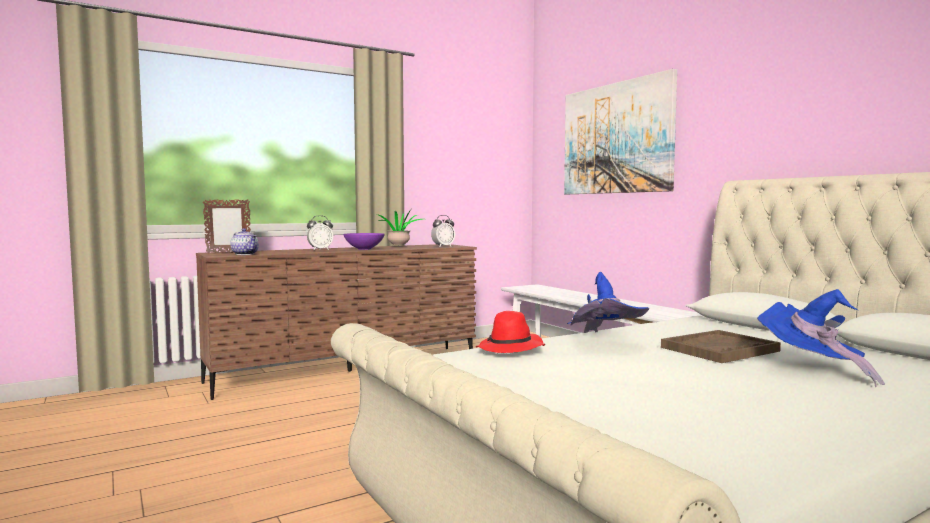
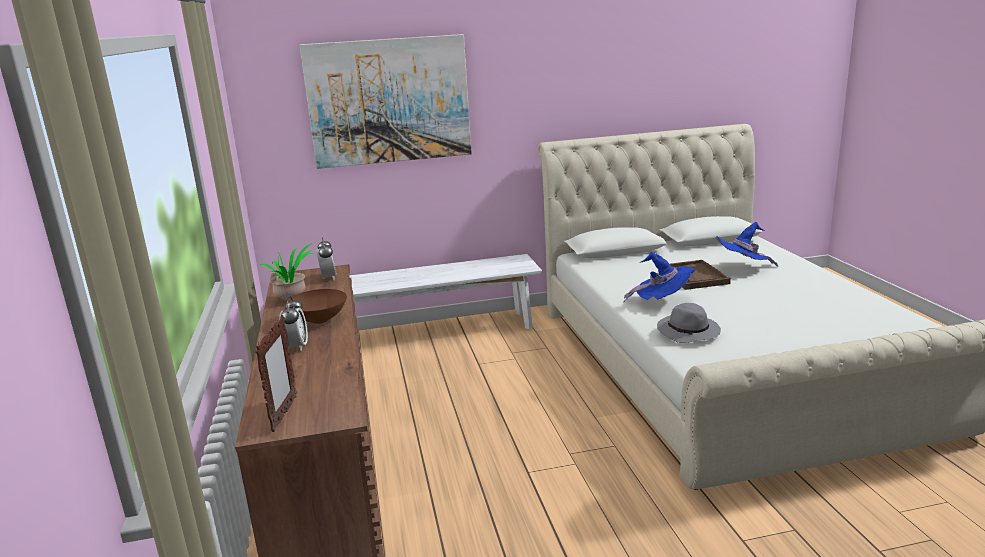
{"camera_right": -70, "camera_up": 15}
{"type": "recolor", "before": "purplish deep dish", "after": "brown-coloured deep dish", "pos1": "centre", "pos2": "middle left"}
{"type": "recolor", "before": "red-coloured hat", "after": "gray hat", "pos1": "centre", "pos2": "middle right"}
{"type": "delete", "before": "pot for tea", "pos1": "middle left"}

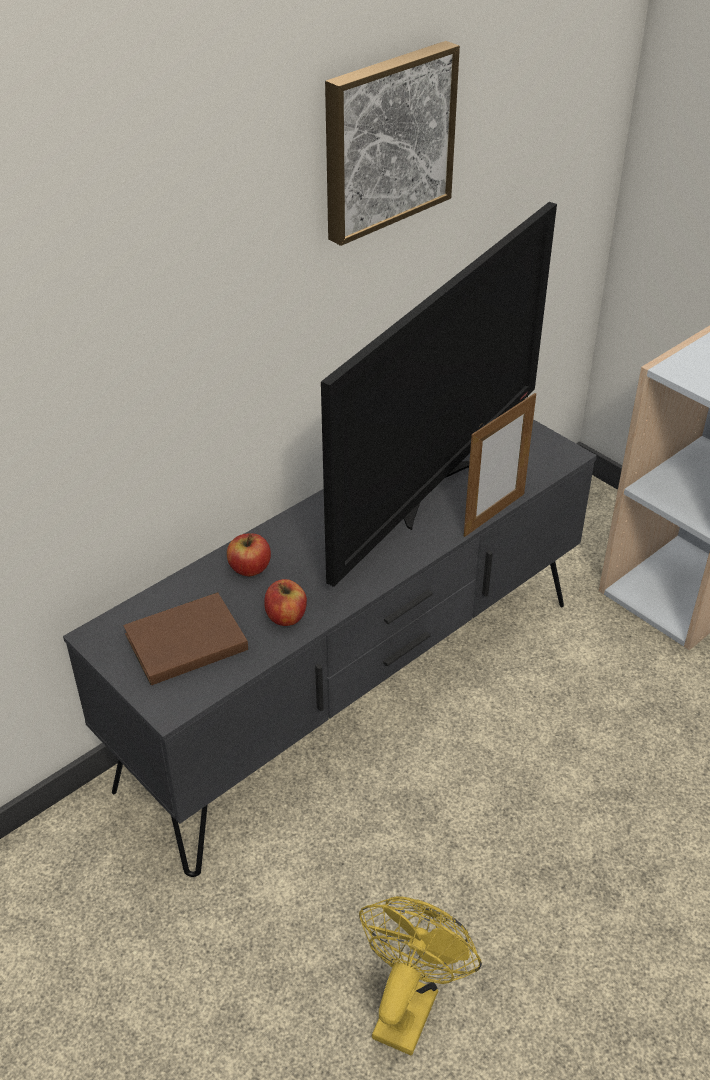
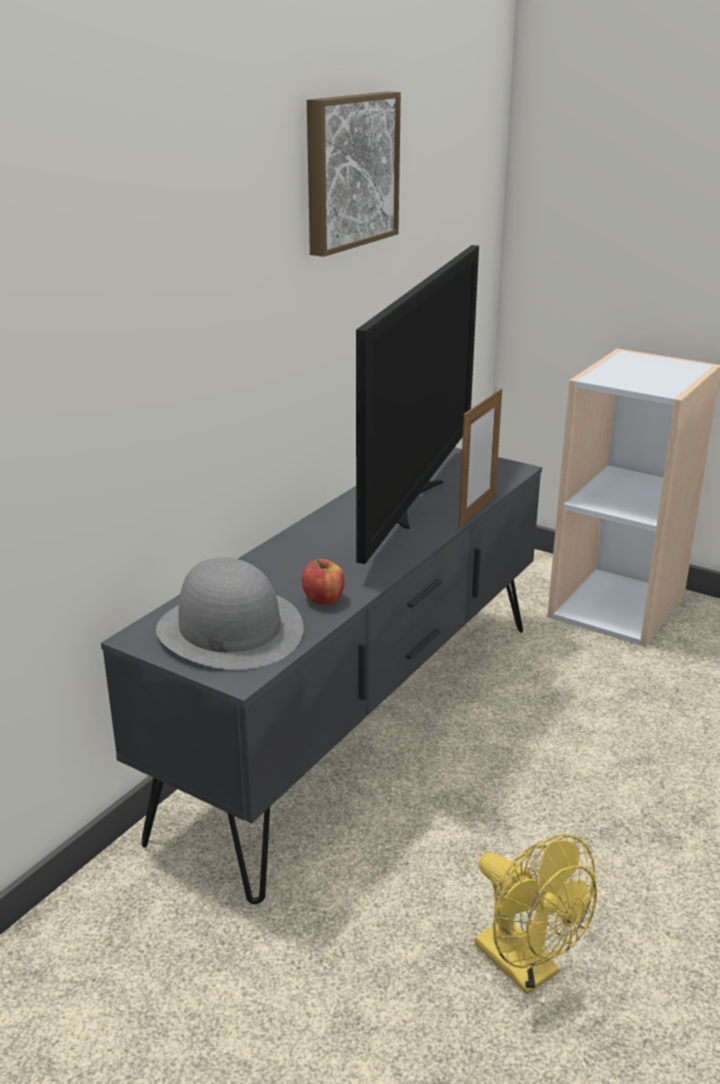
{"camera_right": -15, "camera_up": -15}
{"type": "replace", "before": "brown-coloured book", "after": "gray hat", "pos1": "middle left", "pos2": "middle left"}
{"type": "rotate", "before": "yellowish fan", "pos1": "bottom centre", "pos2": "bottom right", "turn": 135}
{"type": "delete", "before": "apple (1st from left)", "pos1": "centre"}

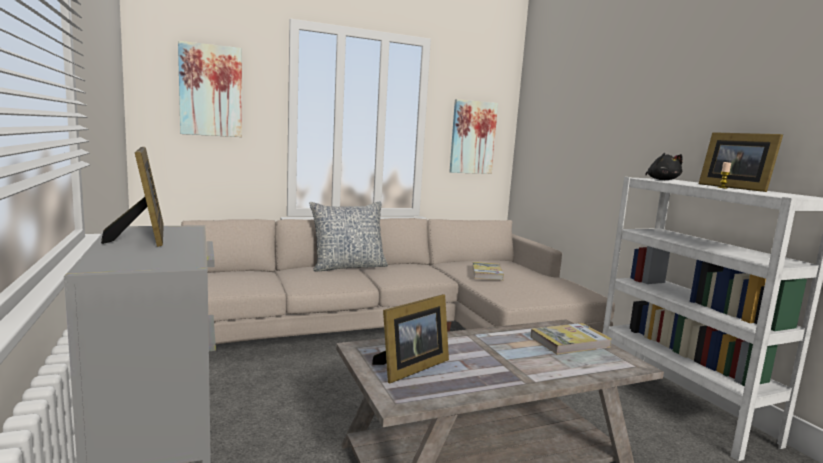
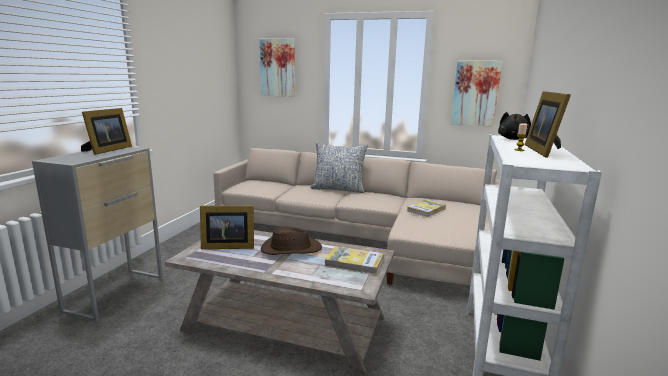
{"camera_right": 40, "camera_up": 5}
{"type": "insert", "after": "brown-coloured hat", "pos2": "centre"}

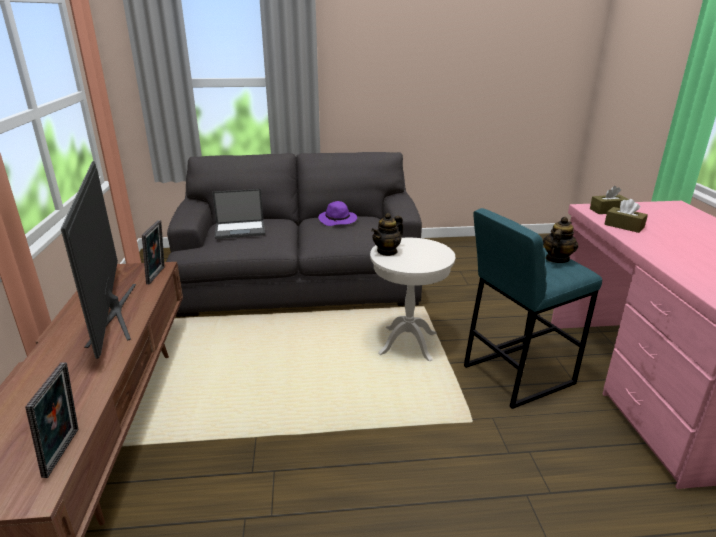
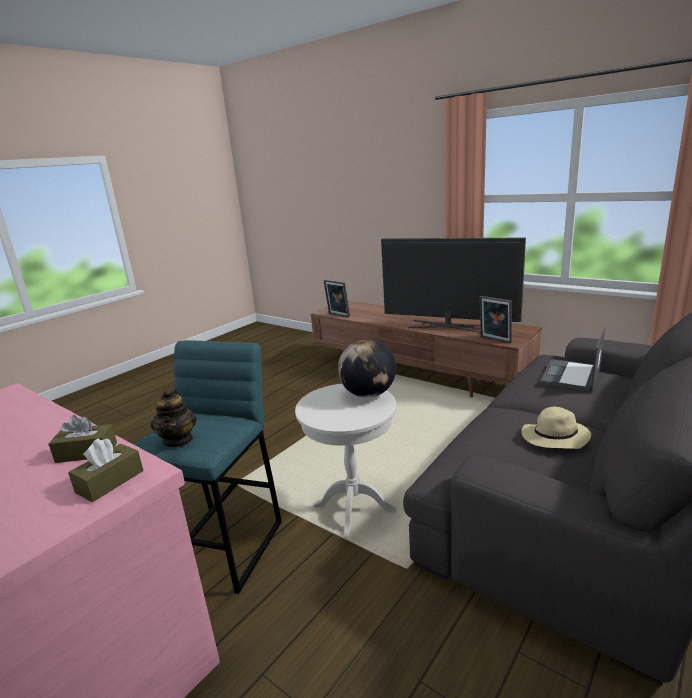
{"camera_right": 135, "camera_up": -5}
{"type": "replace", "before": "pot for tea (1st from left)", "after": "globe", "pos1": "centre", "pos2": "centre"}
{"type": "recolor", "before": "purplish hat", "after": "beige-coloured hat", "pos1": "centre", "pos2": "middle right"}

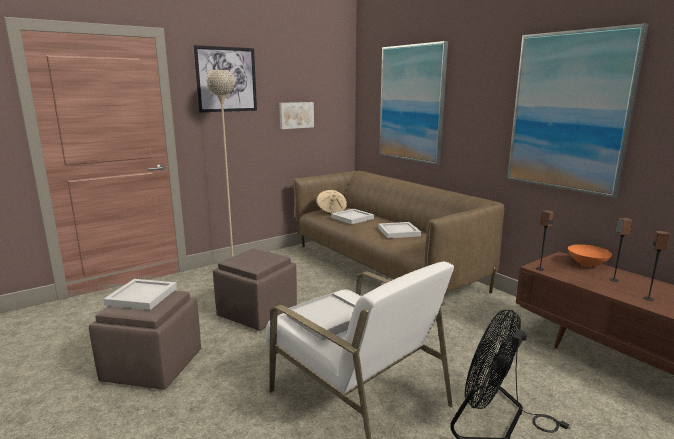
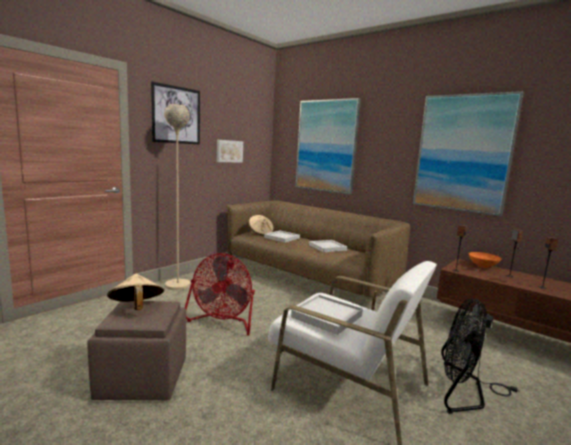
{"camera_right": -15, "camera_up": -5}
{"type": "replace", "before": "white-coloured carrying tray (1st from left)", "after": "beige-coloured hat (1st from left)", "pos1": "bottom left", "pos2": "middle left"}
{"type": "replace", "before": "brown-coloured pouffe (2nd from left)", "after": "red-coloured fan", "pos1": "centre", "pos2": "centre"}

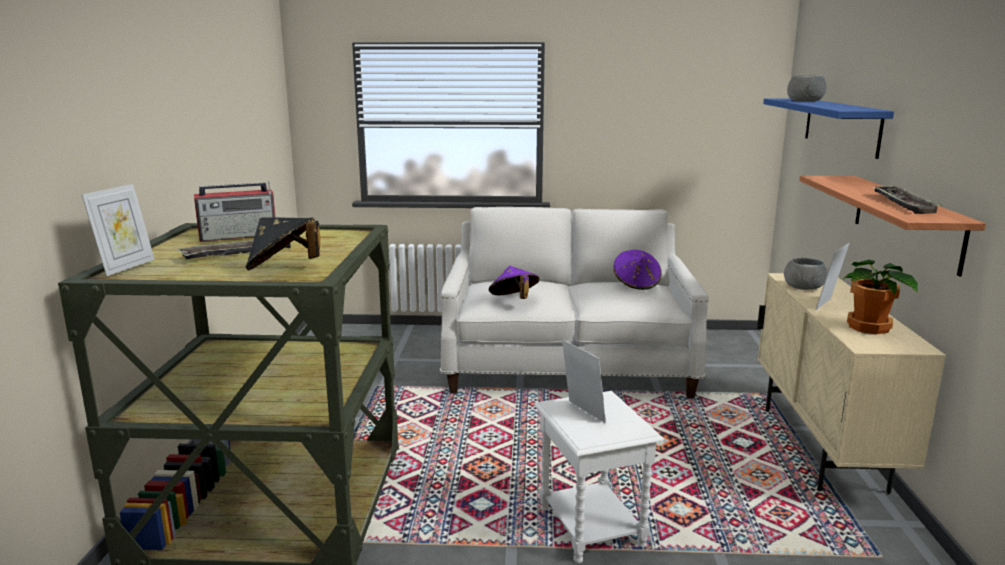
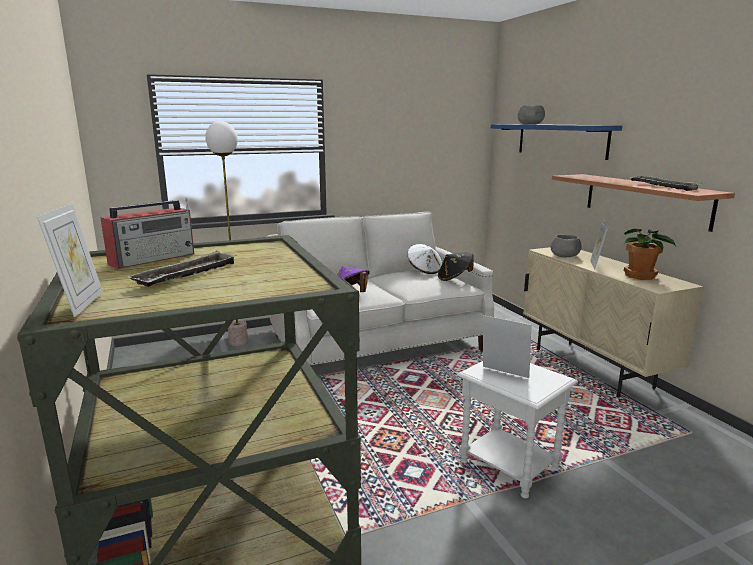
{"camera_right": -25, "camera_up": 0}
{"type": "insert", "after": "standing lamp", "pos2": "middle left"}
{"type": "recolor", "before": "purplish hat (2nd from left)", "after": "white-coloured hat", "pos1": "centre", "pos2": "centre"}
{"type": "move", "before": "blackish hat", "pos1": "middle left", "pos2": "centre"}

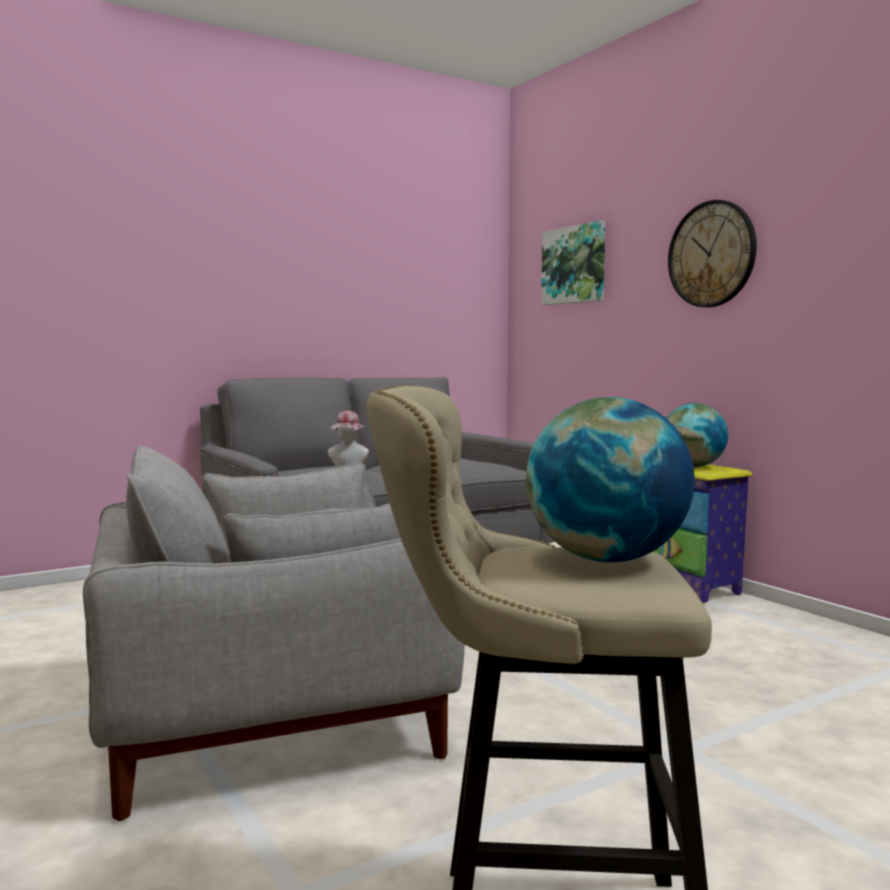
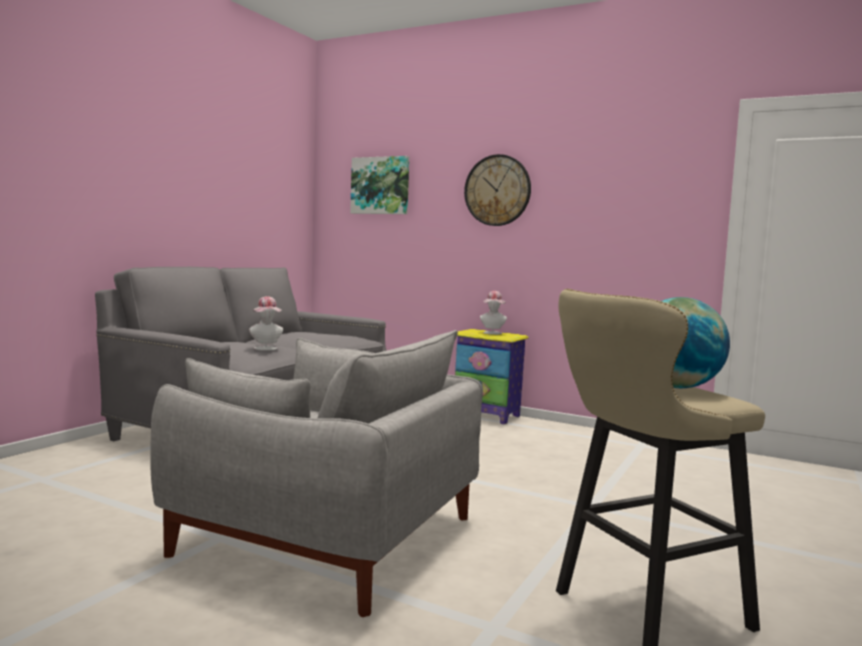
{"camera_right": -30, "camera_up": 0}
{"type": "rotate", "before": "gray armchair", "pos1": "bottom left", "pos2": "bottom centre", "turn": -105}
{"type": "replace", "before": "globe (2nd from left)", "after": "hat (2nd from left)", "pos1": "middle right", "pos2": "centre"}

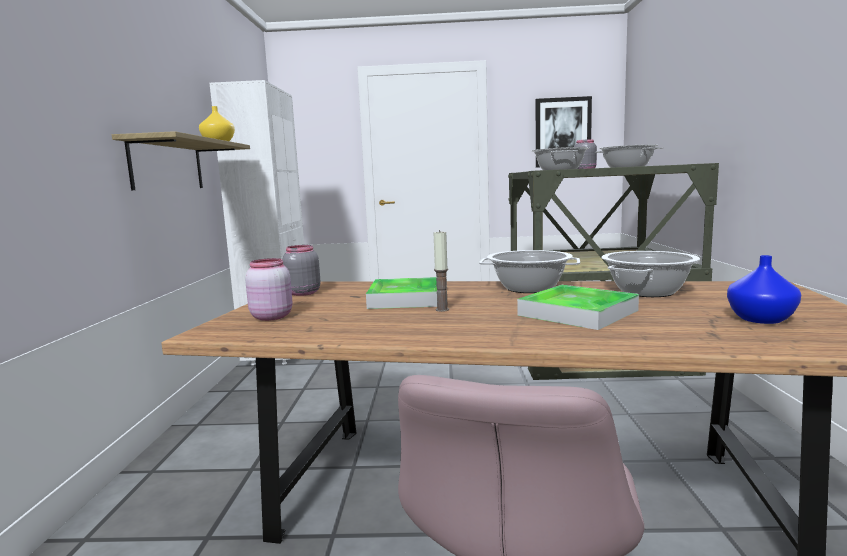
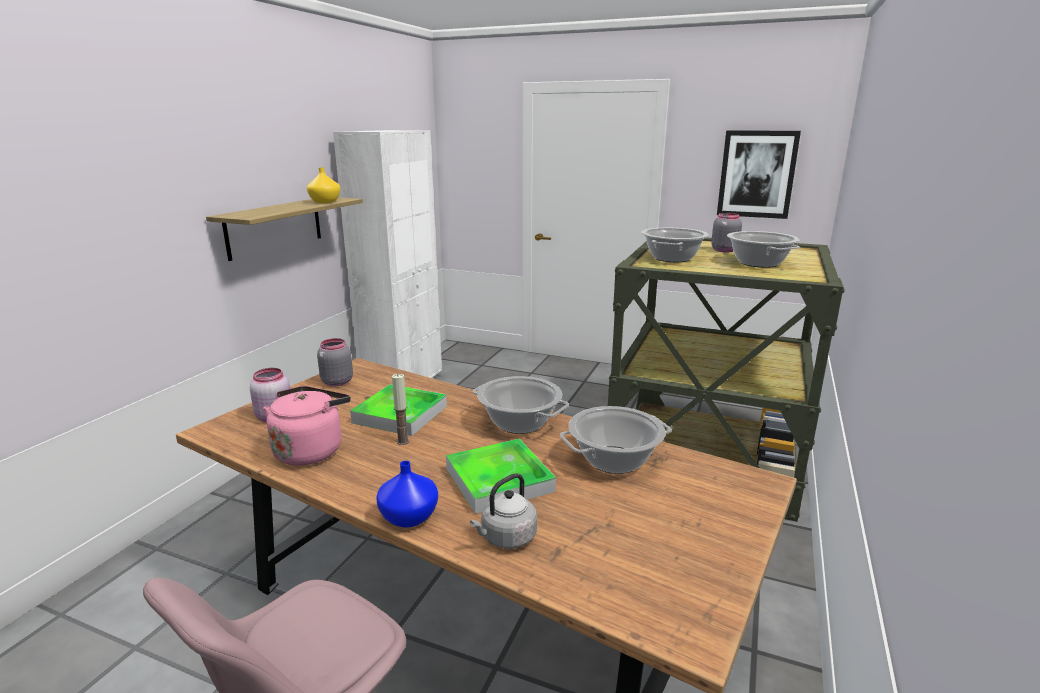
{"camera_right": 20, "camera_up": 10}
{"type": "insert", "after": "pink-coloured water kettle", "pos2": "middle left"}
{"type": "move", "before": "blue vase", "pos1": "middle right", "pos2": "bottom centre"}
{"type": "insert", "after": "gray water kettle", "pos2": "bottom centre"}

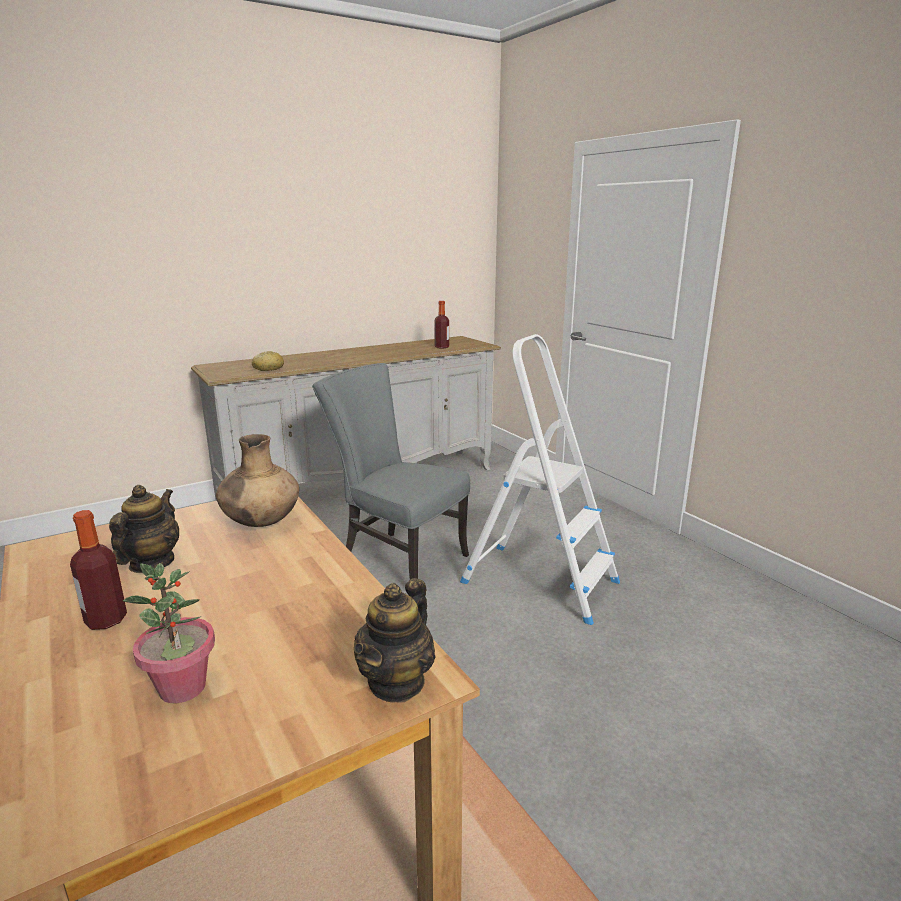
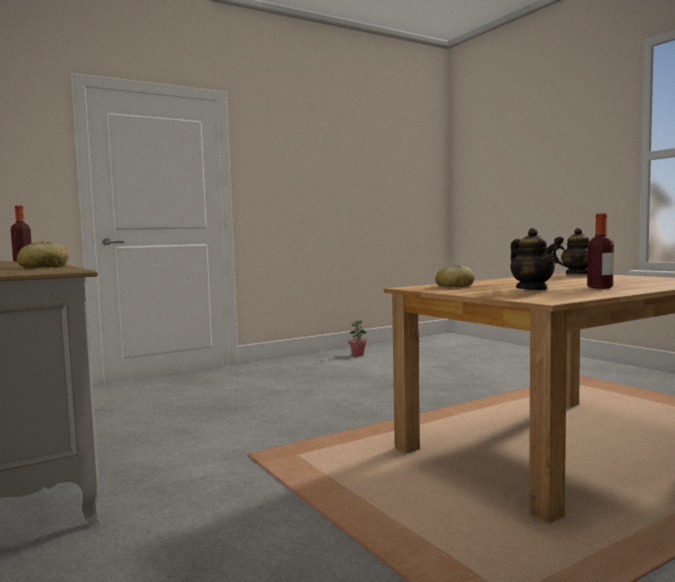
{"camera_right": -90, "camera_up": -15}
{"type": "move", "before": "potted plant", "pos1": "bottom left", "pos2": "centre"}
{"type": "replace", "before": "brown-coloured vase", "after": "bread (2nd from left)", "pos1": "middle left", "pos2": "middle right"}
{"type": "rotate", "before": "pot for tea (1st from left)", "pos1": "middle left", "pos2": "middle right", "turn": -120}
{"type": "delete", "before": "gray plain chair", "pos1": "centre"}
{"type": "delete", "before": "white-coloured step ladder", "pos1": "centre"}

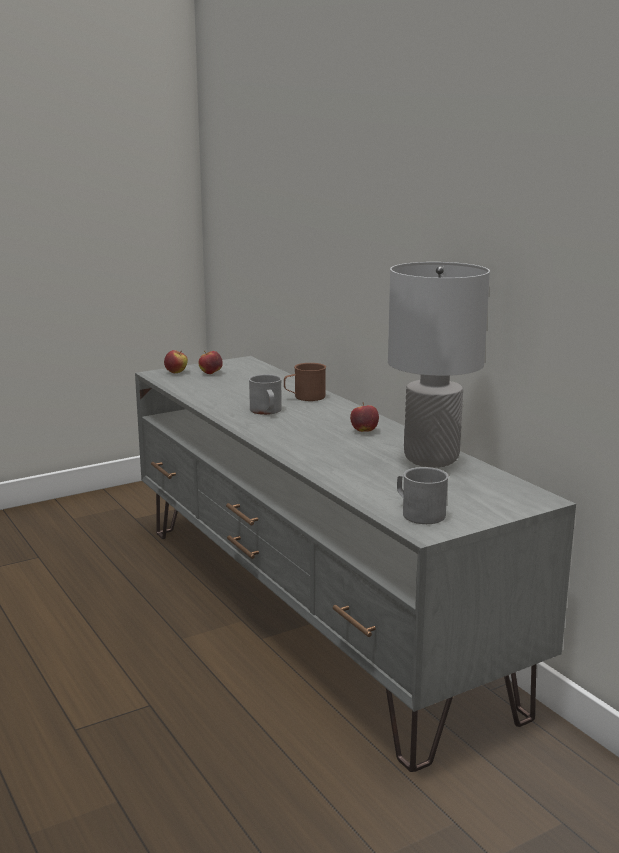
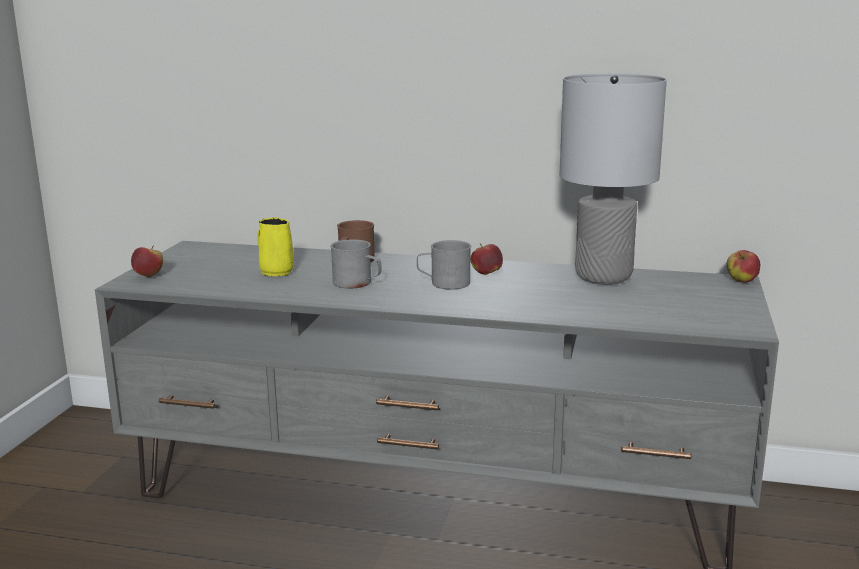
{"camera_right": -45, "camera_up": 0}
{"type": "insert", "after": "yellowish mug", "pos2": "middle left"}
{"type": "move", "before": "gray mug (2nd from left)", "pos1": "middle right", "pos2": "centre"}
{"type": "move", "before": "apple (2nd from left in the first image)", "after": "apple (3rd from left)", "pos1": "centre", "pos2": "middle right"}

